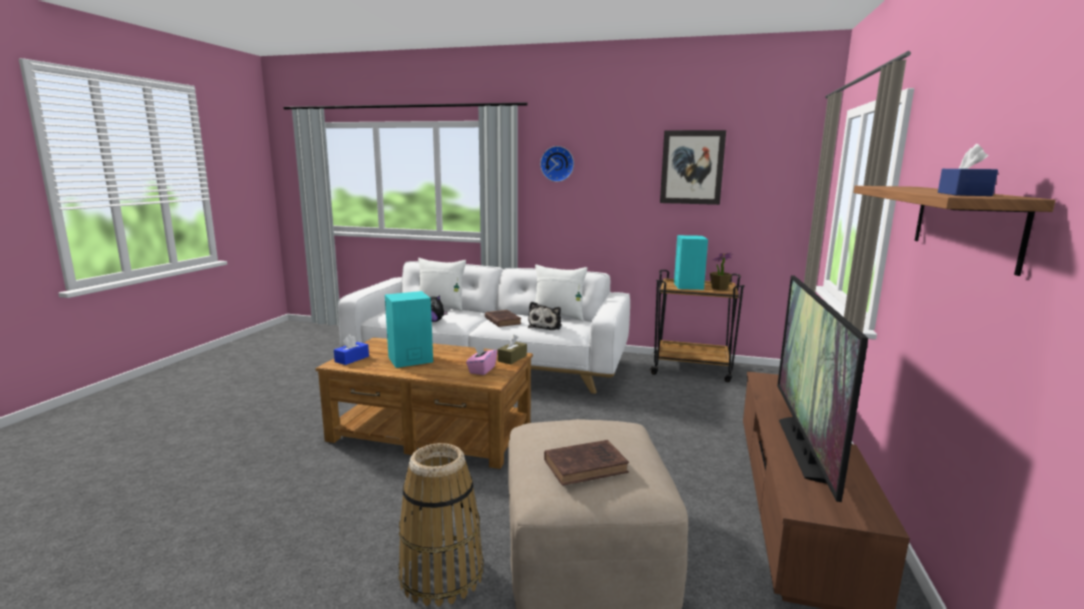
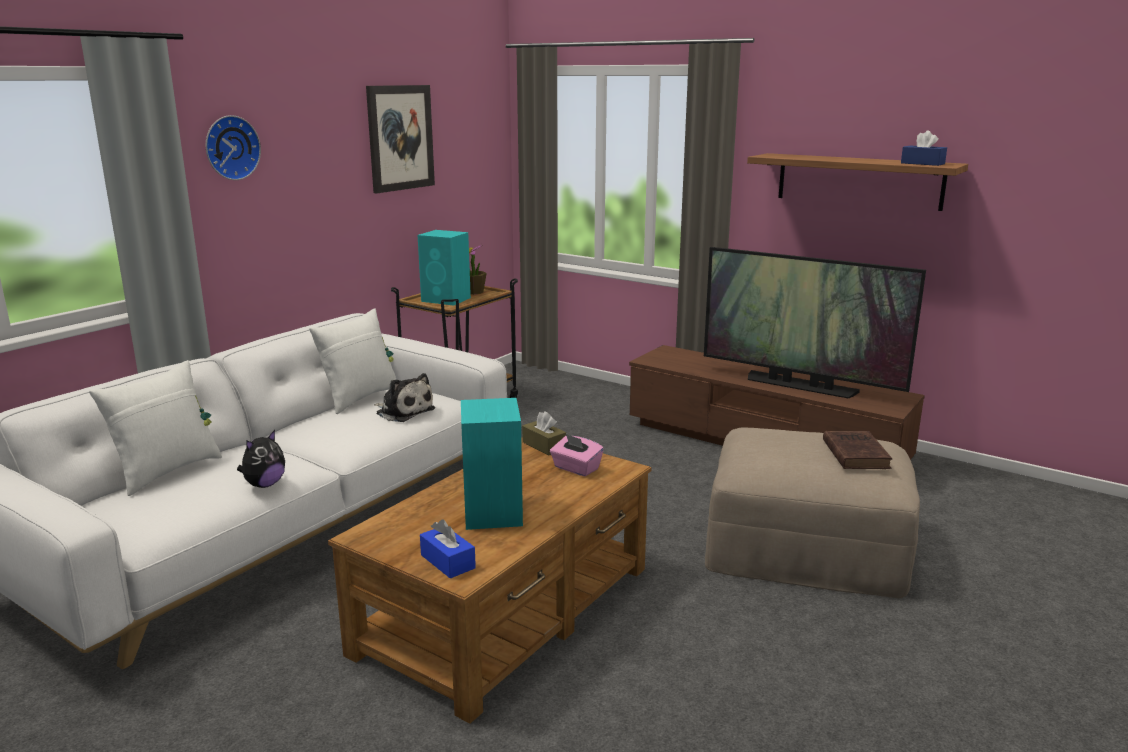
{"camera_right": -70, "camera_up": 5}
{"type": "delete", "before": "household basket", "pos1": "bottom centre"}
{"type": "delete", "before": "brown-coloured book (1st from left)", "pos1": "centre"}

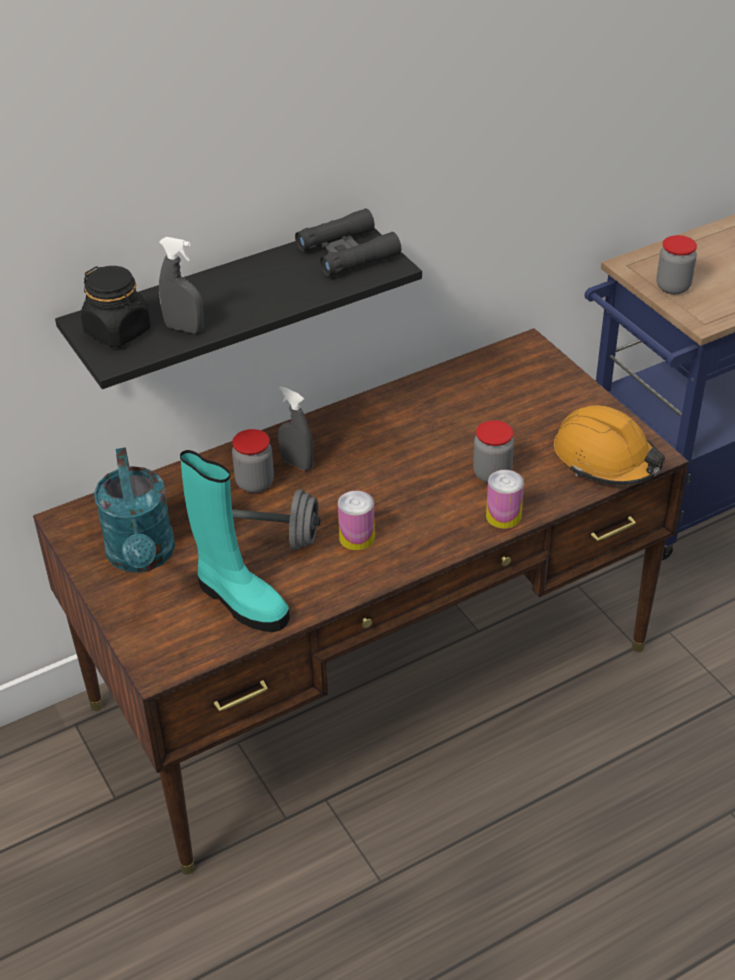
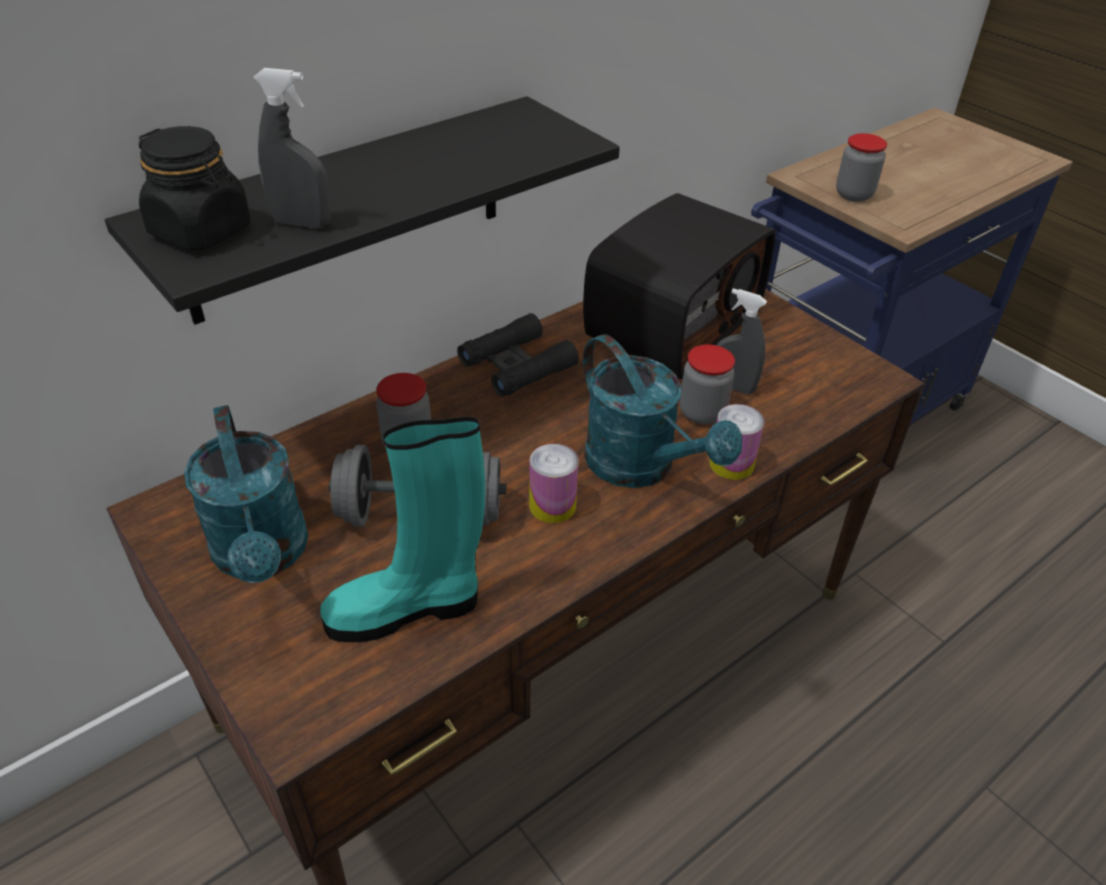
{"camera_right": -10, "camera_up": 0}
{"type": "rotate", "before": "turquoise tall boot", "pos1": "middle left", "pos2": "centre", "turn": 135}
{"type": "move", "before": "blackish field glasses", "pos1": "top centre", "pos2": "centre"}
{"type": "insert", "after": "radio", "pos2": "top centre"}
{"type": "insert", "after": "turquoise watering can (2nd from left)", "pos2": "centre"}
{"type": "move", "before": "gray sprayer (2nd from left)", "pos1": "centre", "pos2": "middle right"}
{"type": "delete", "before": "orangey safety helmet", "pos1": "middle right"}

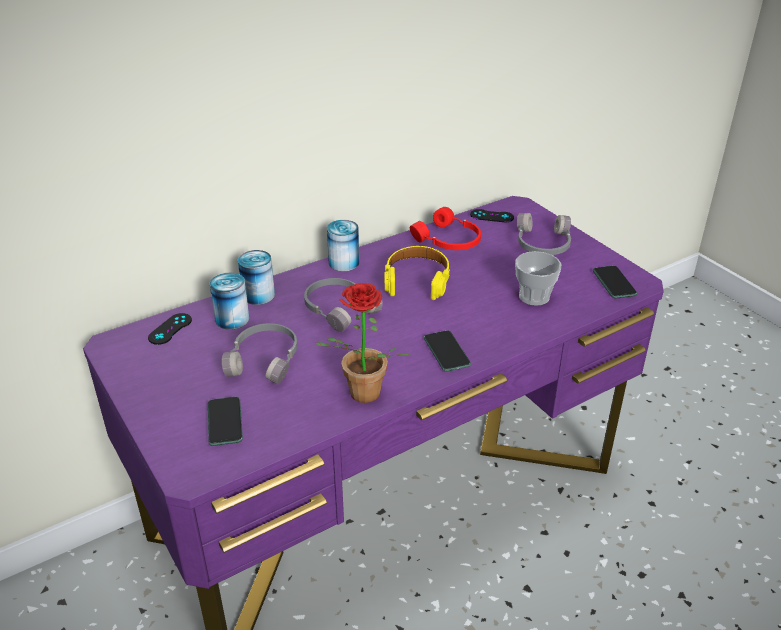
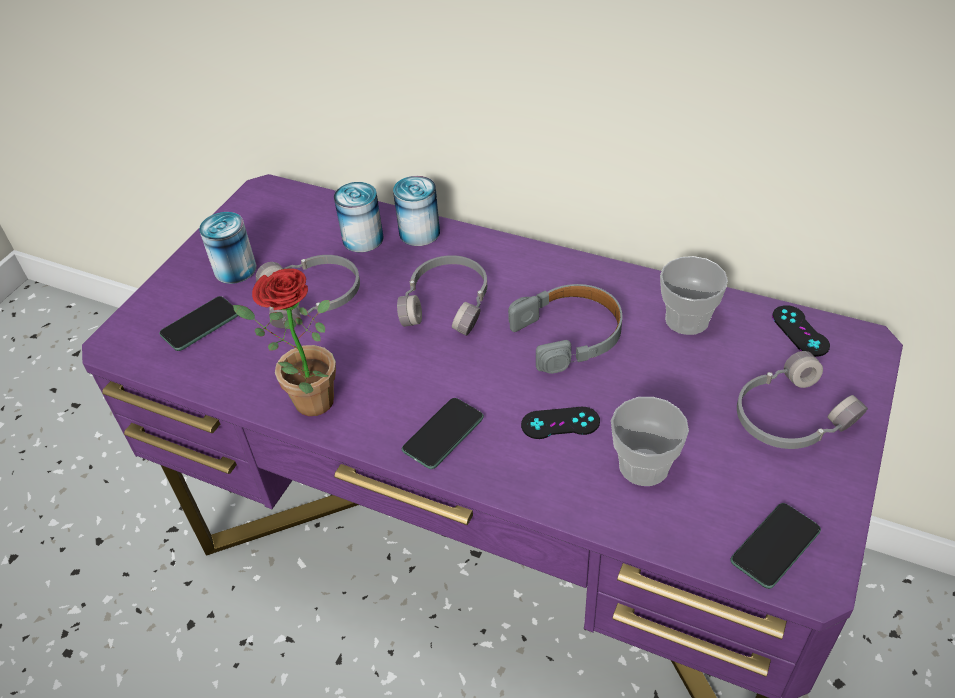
{"camera_right": 60, "camera_up": 10}
{"type": "move", "before": "sealed can (3rd from left in the first image)", "after": "sealed can (1st from left)", "pos1": "centre", "pos2": "middle left"}
{"type": "recolor", "before": "yellowish headset", "after": "gray headset (3rd from left)", "pos1": "centre", "pos2": "centre"}
{"type": "move", "before": "blackish gamepad (1st from left)", "pos1": "middle left", "pos2": "centre"}
{"type": "replace", "before": "red-coloured headset", "after": "small cup (2nd from left)", "pos1": "centre", "pos2": "middle right"}

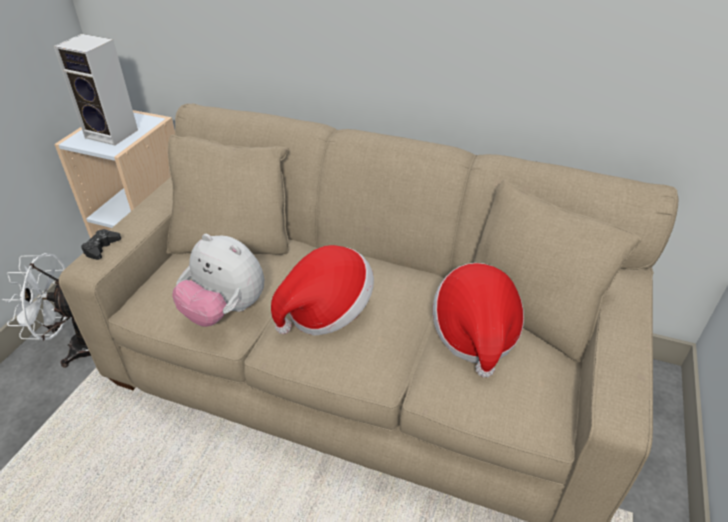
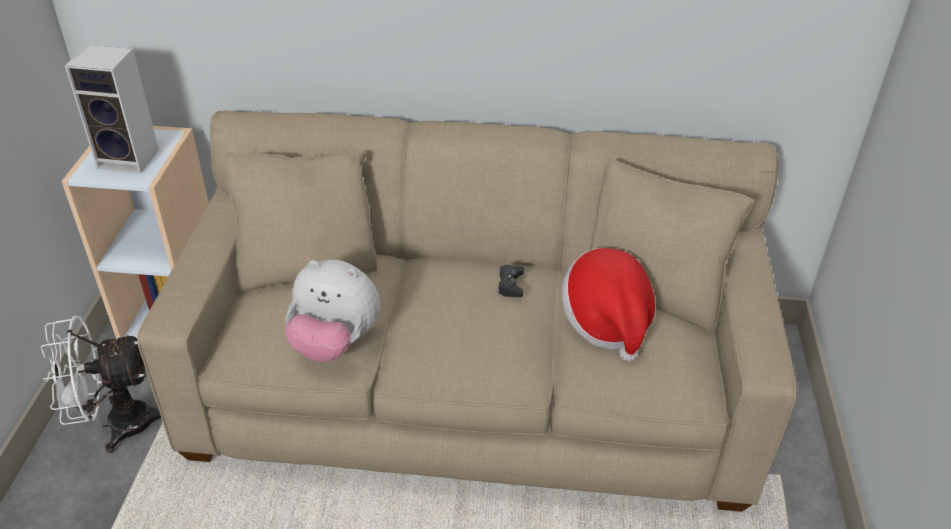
{"camera_right": -15, "camera_up": 0}
{"type": "move", "before": "blackish gamepad", "pos1": "middle left", "pos2": "centre"}
{"type": "delete", "before": "hat (1st from left)", "pos1": "centre"}

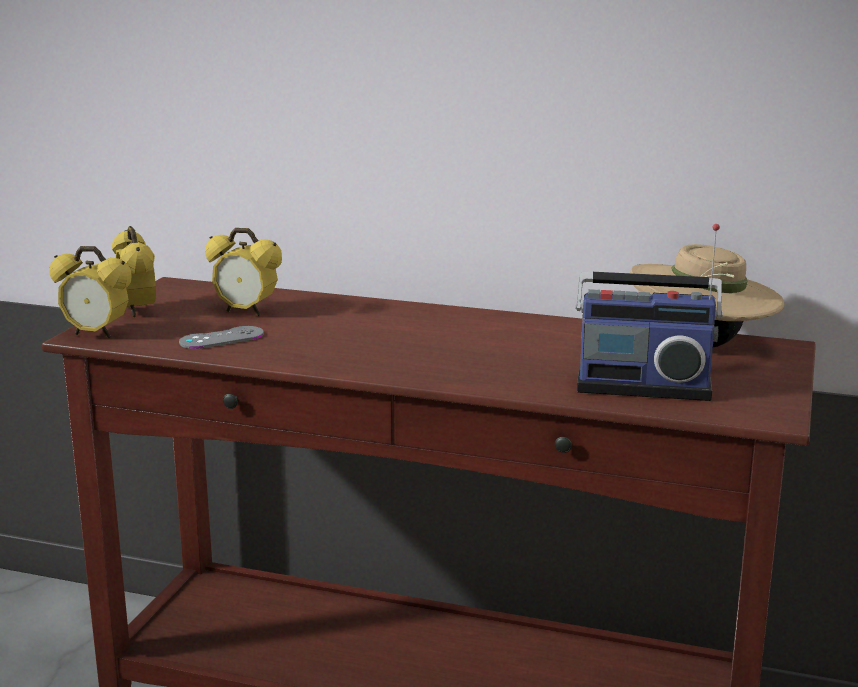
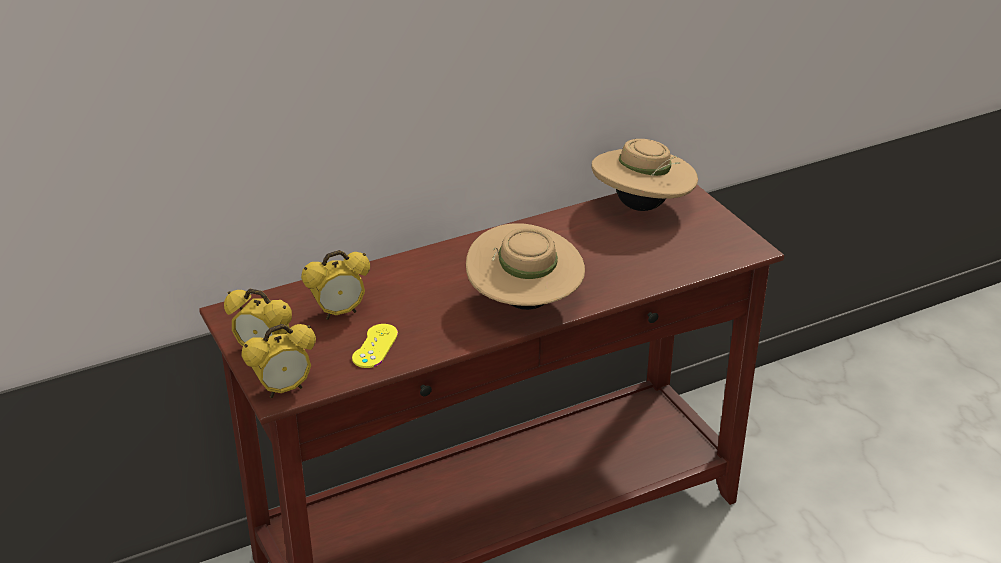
{"camera_right": -45, "camera_up": 15}
{"type": "recolor", "before": "gray gamepad", "after": "yellowish gamepad", "pos1": "middle left", "pos2": "centre"}
{"type": "insert", "after": "beige-coloured hat (1st from left)", "pos2": "centre"}
{"type": "delete", "before": "radio", "pos1": "middle right"}

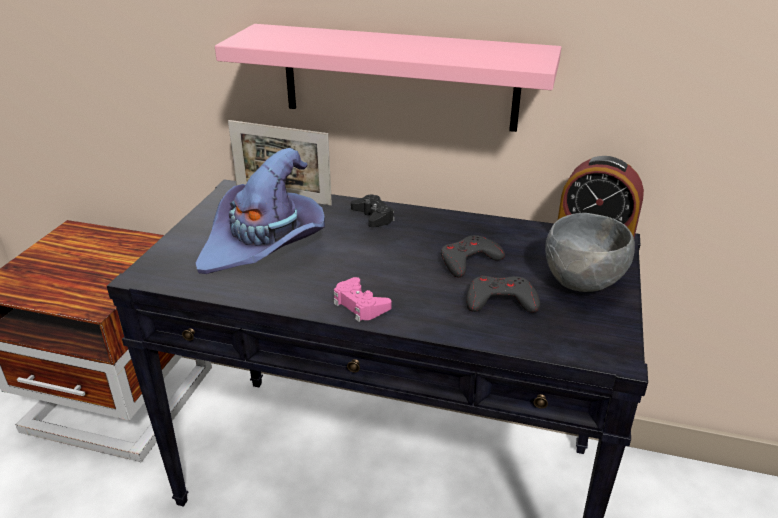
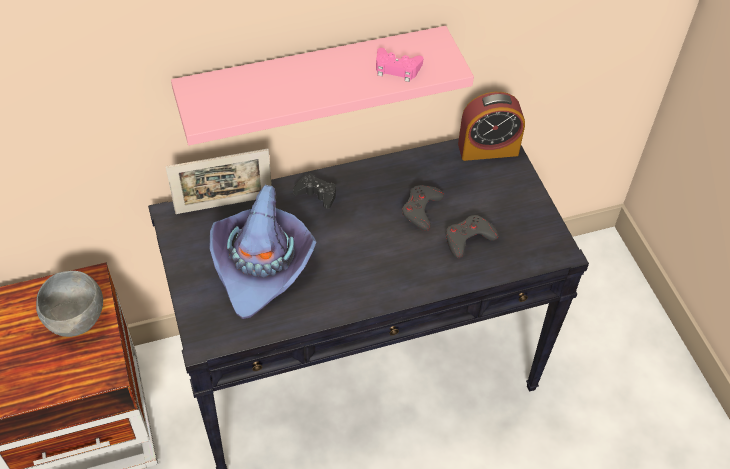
{"camera_right": -35, "camera_up": 20}
{"type": "move", "before": "gray deep dish", "pos1": "middle right", "pos2": "middle left"}
{"type": "move", "before": "pink-coloured gamepad", "pos1": "centre", "pos2": "top centre"}

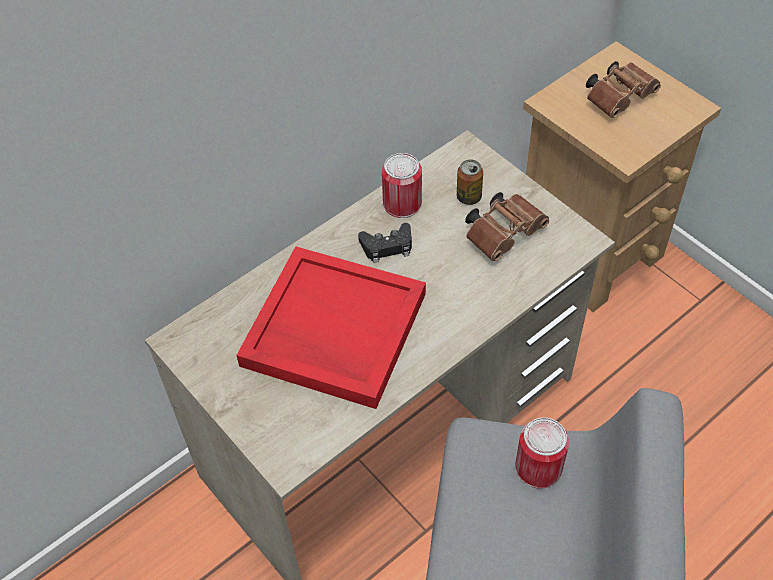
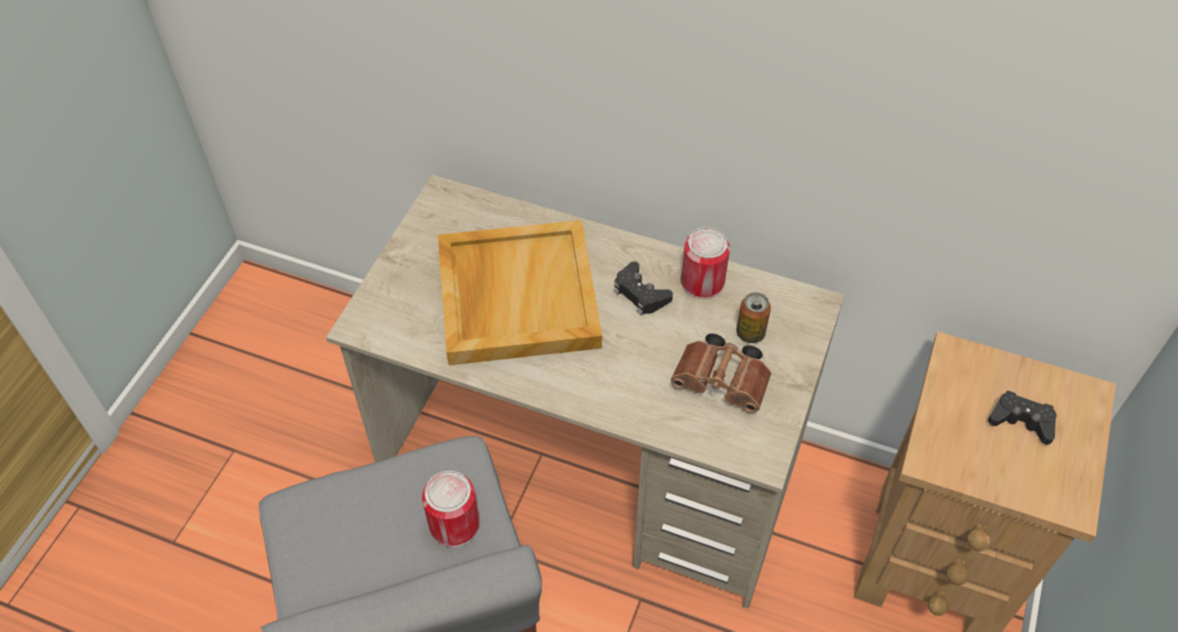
{"camera_right": 60, "camera_up": 0}
{"type": "recolor", "before": "red-coloured carrying tray", "after": "beige-coloured carrying tray", "pos1": "centre", "pos2": "centre"}
{"type": "replace", "before": "brown-coloured field glasses (2nd from left)", "after": "blackish gamepad (2nd from left)", "pos1": "top right", "pos2": "middle right"}

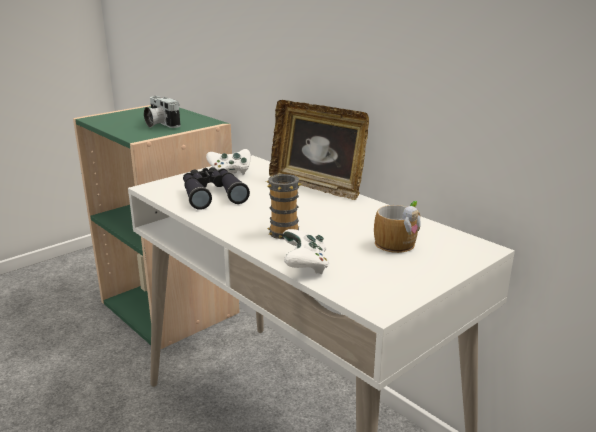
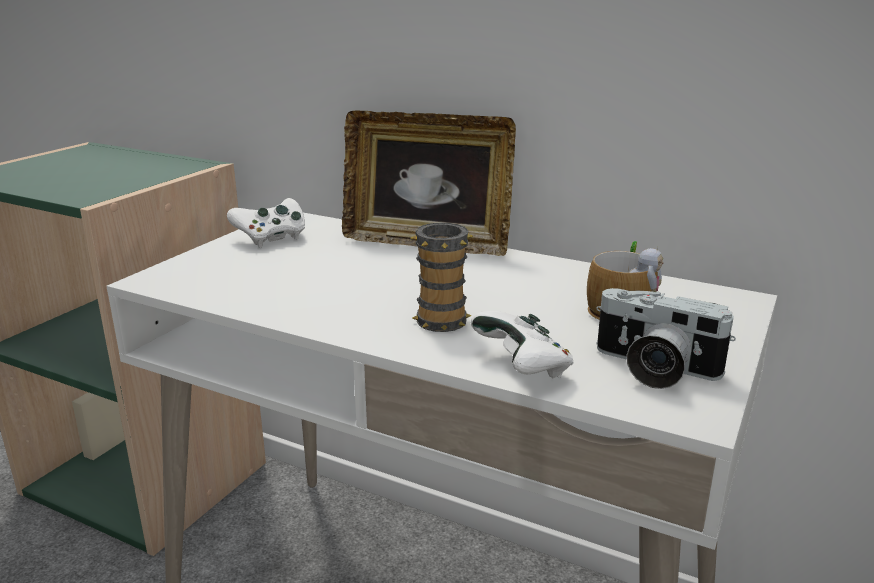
{"camera_right": -20, "camera_up": 0}
{"type": "move", "before": "photo camera", "pos1": "top left", "pos2": "middle right"}
{"type": "delete", "before": "blackish field glasses", "pos1": "centre"}

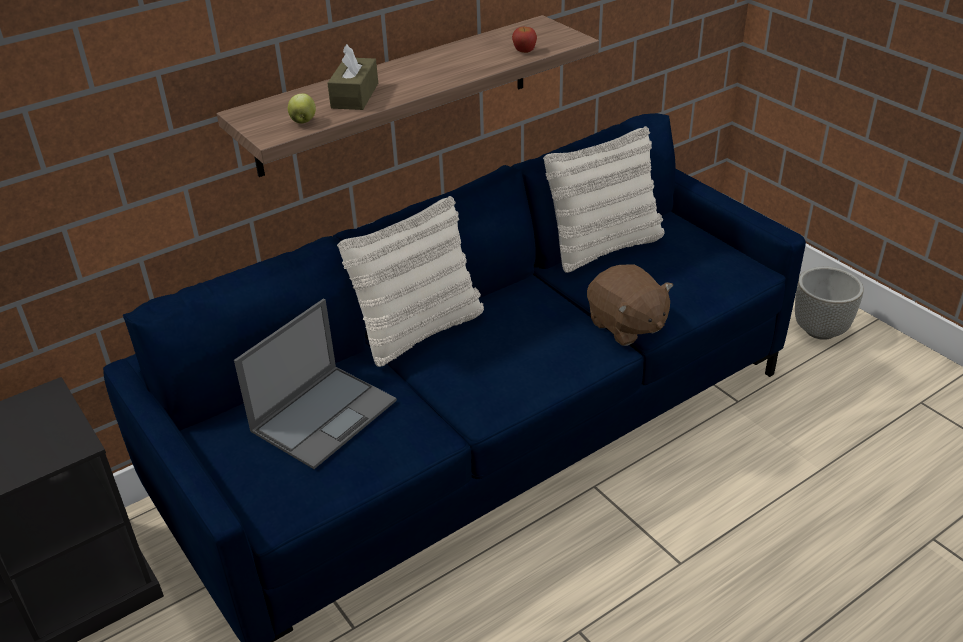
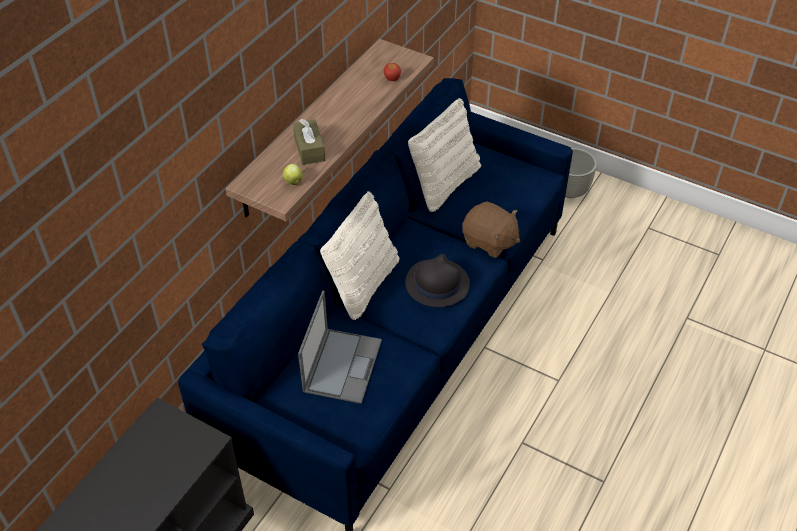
{"camera_right": -25, "camera_up": 10}
{"type": "insert", "after": "blackish hat", "pos2": "centre"}

